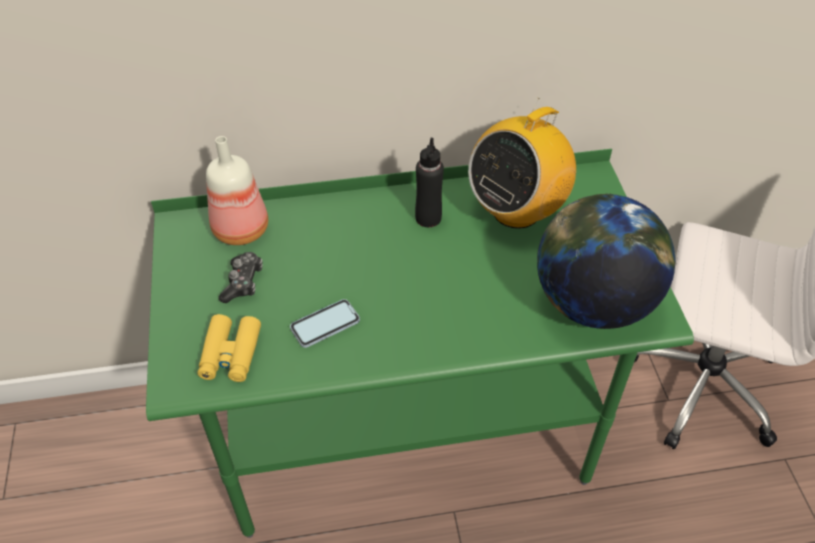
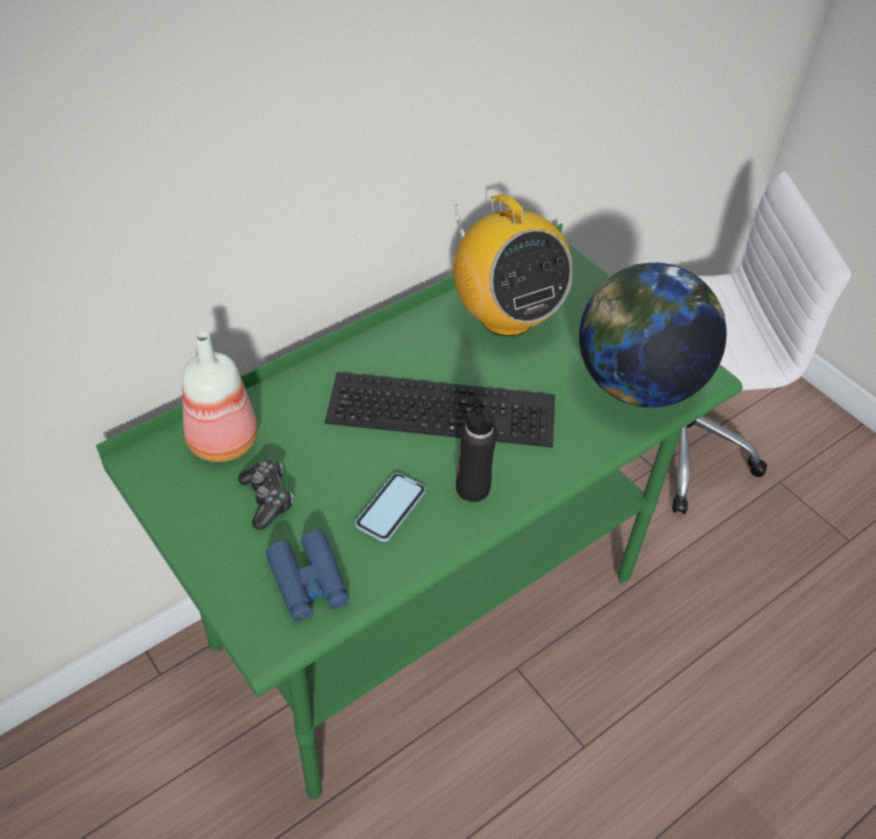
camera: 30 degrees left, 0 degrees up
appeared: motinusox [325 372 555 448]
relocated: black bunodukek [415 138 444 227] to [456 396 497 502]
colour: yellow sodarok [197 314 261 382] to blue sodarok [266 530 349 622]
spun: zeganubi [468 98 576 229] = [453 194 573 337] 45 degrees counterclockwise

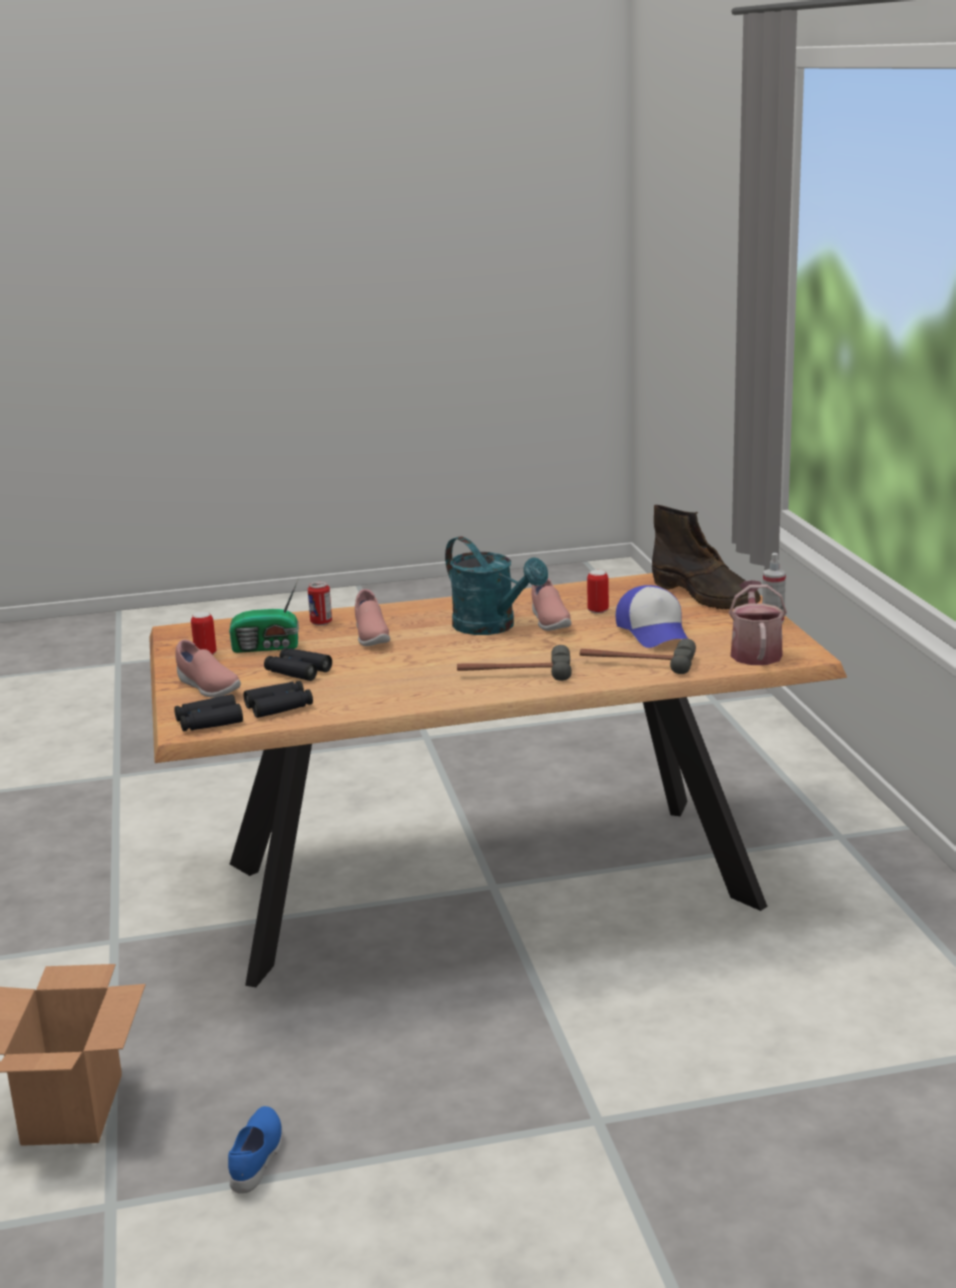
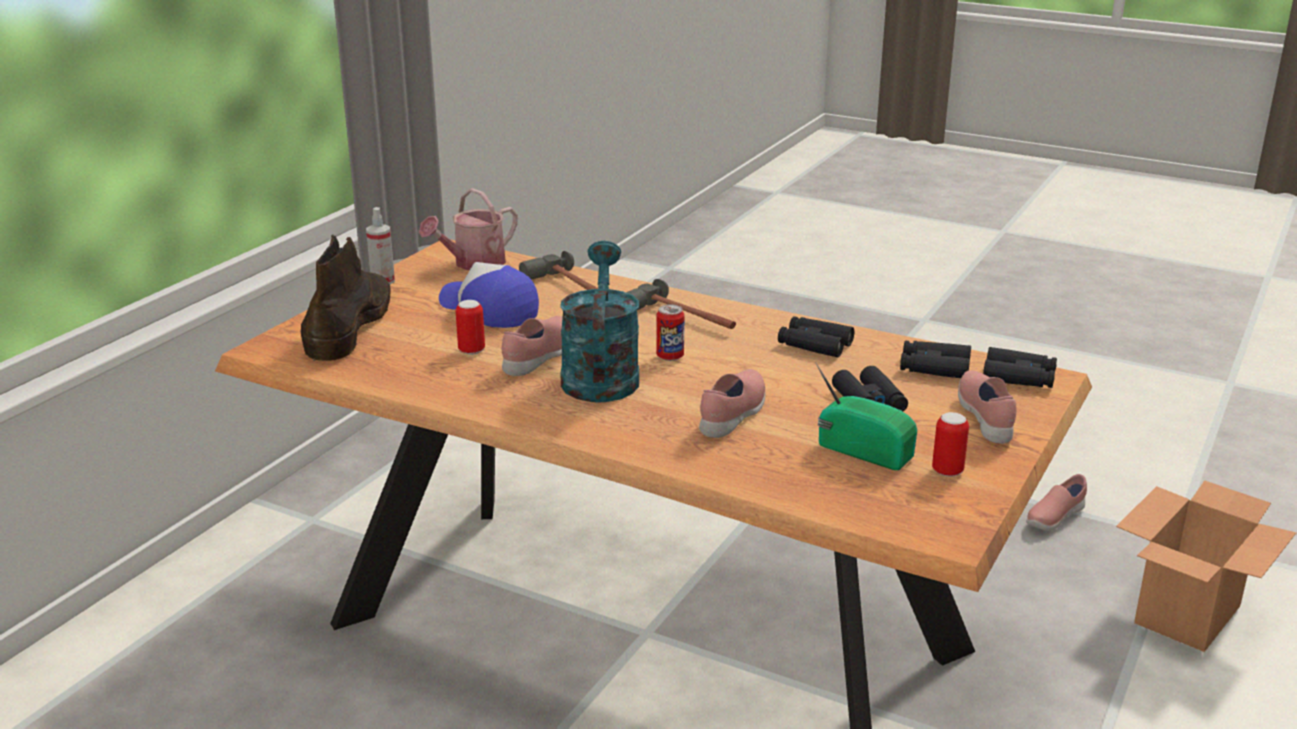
camera: 140 degrees left, 5 degrees up
appeared: black sodarok [778 316 854 357]
relocated: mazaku [308 581 332 626] to [656 305 685 361]
colour: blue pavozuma [228 1106 283 1194] to pink pavozuma [1026 474 1087 531]
spun: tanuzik [616 585 688 648] = [439 262 539 328] 75 degrees counterclockwise

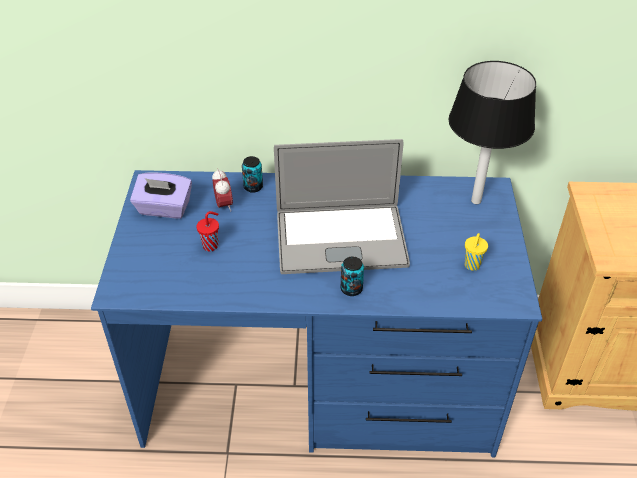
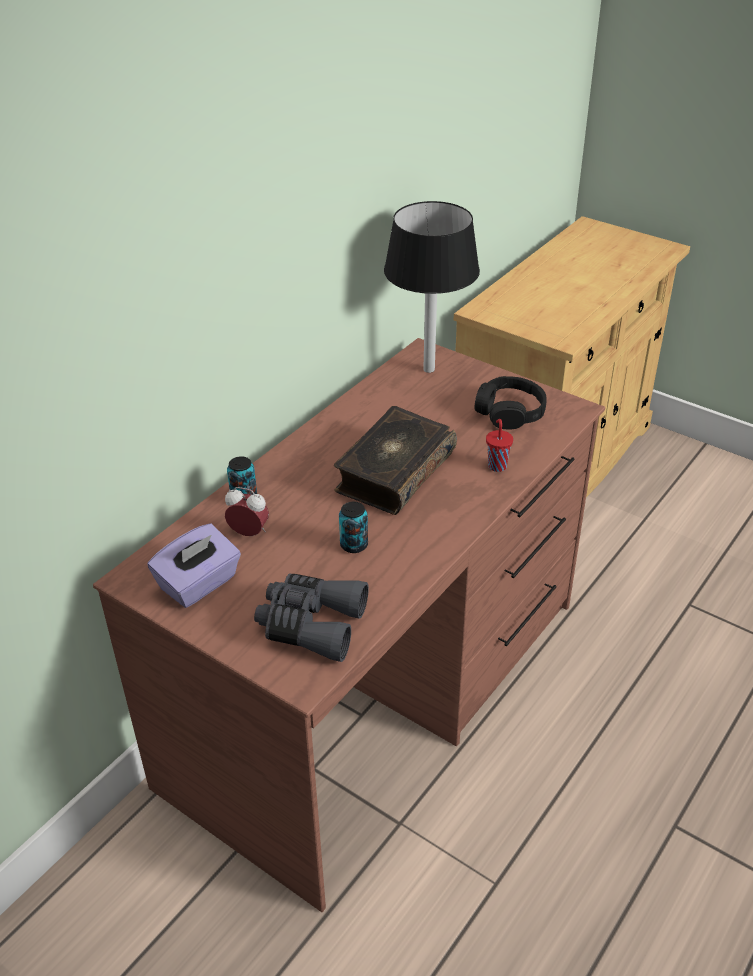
camera: 55 degrees left, 5 degrees down
appeared: grey sodarok [254 573 369 662]
relocated: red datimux [196 211 219 251] to [486 419 513 472]; mazaku [341 256 364 296] to [339 502 368 553]
exchanged: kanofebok [274 139 410 274] to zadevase [334 406 457 515]; yellow datimux [465 233 488 271] to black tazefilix [475 376 547 430]
colour: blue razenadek [91 170 542 457] to brown razenadek [93 338 605 912]

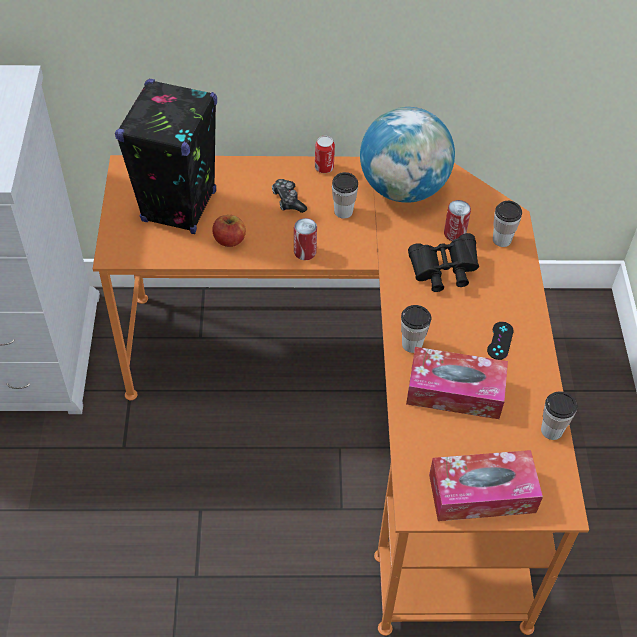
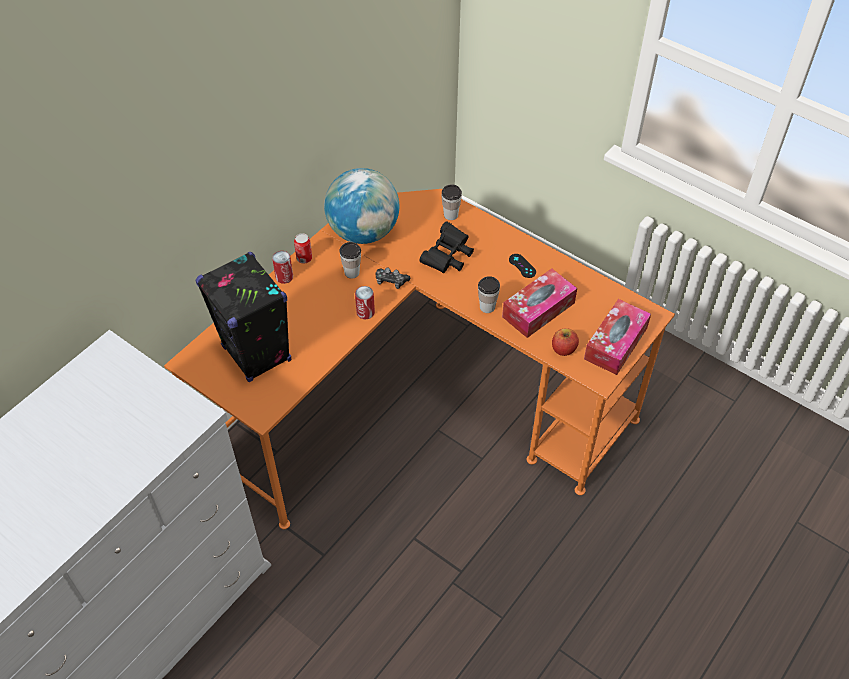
camera: 50 degrees left, 0 degrees up
missing: datimux [541 391 578 440]
relocated: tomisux [212 215 246 247] to [552 328 579 356]; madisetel [272 179 307 213] to [376 268 410 289]; mazaku [444 200 471 241] to [272 251 293 284]

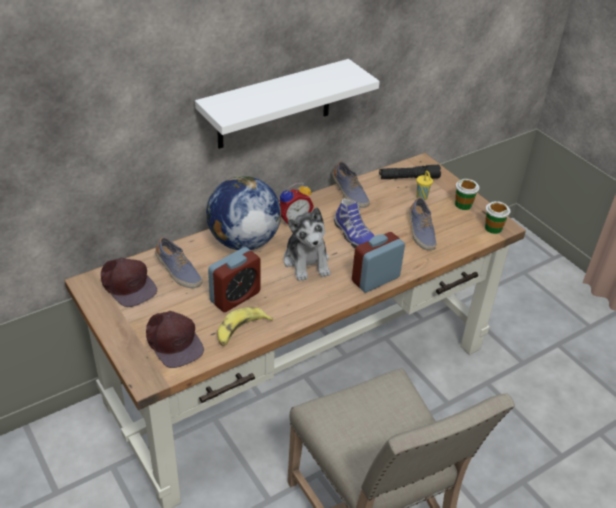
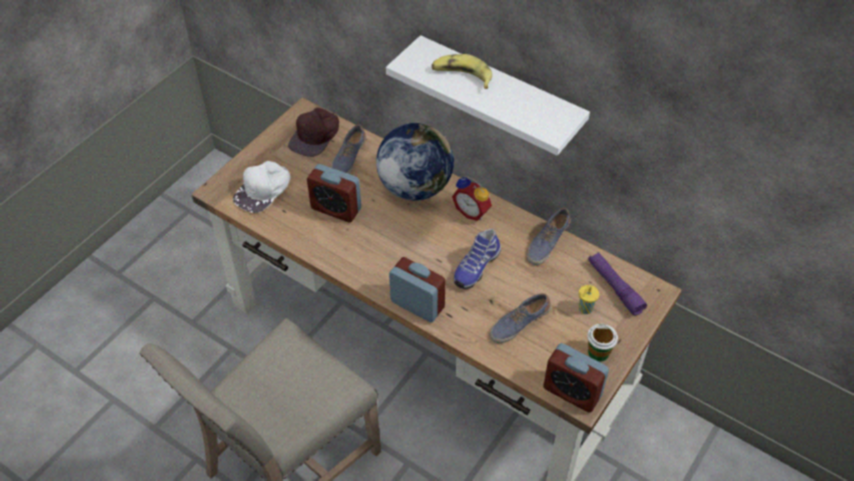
camera: 70 degrees right, 10 degrees up
missing: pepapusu [283 207 330 281]
relocated: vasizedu [217 307 273 346] to [432 54 492 89]
exchanged: datimux [485 201 510 234] to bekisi [543 343 609 413]
colour: brown tanuzik [146 311 204 368] to white tanuzik [233 161 291 213]; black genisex [379 165 441 179] to purple genisex [588 252 647 316]

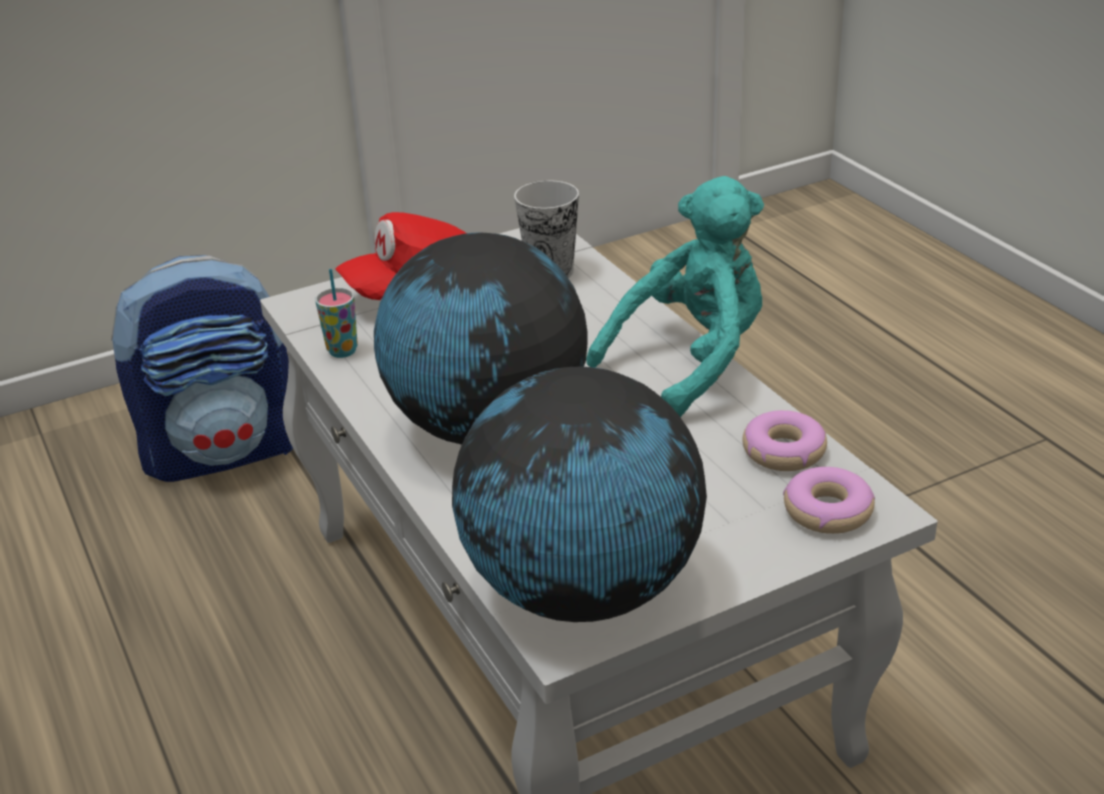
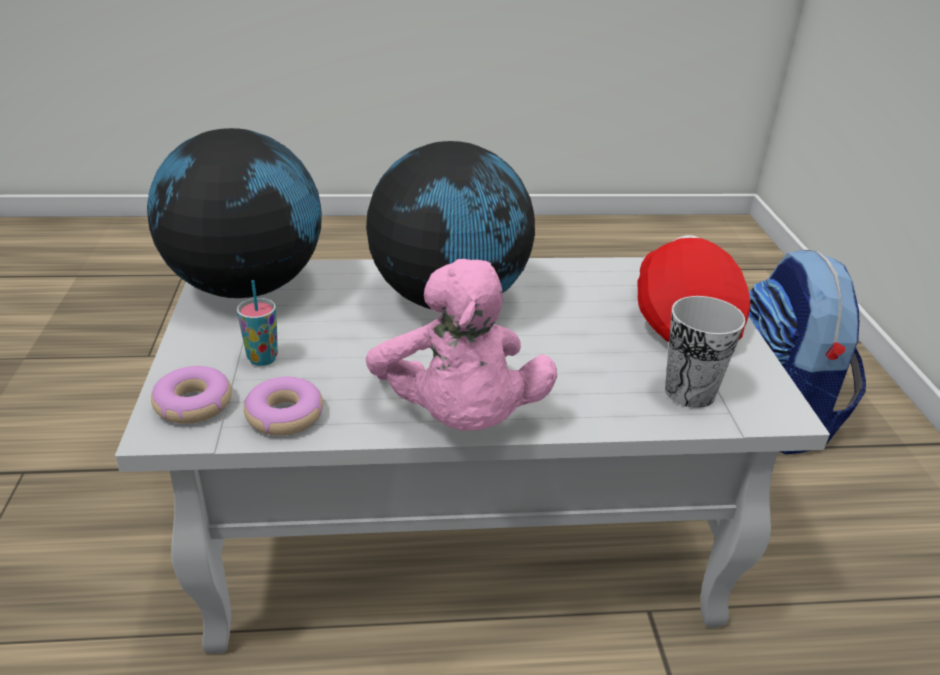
camera: 110 degrees right, 0 degrees up
relocated: datimux [315 269 358 358] to [237 280 278 366]
colour: turquoise pepapusu [586 176 764 417] to pink pepapusu [366 259 557 431]

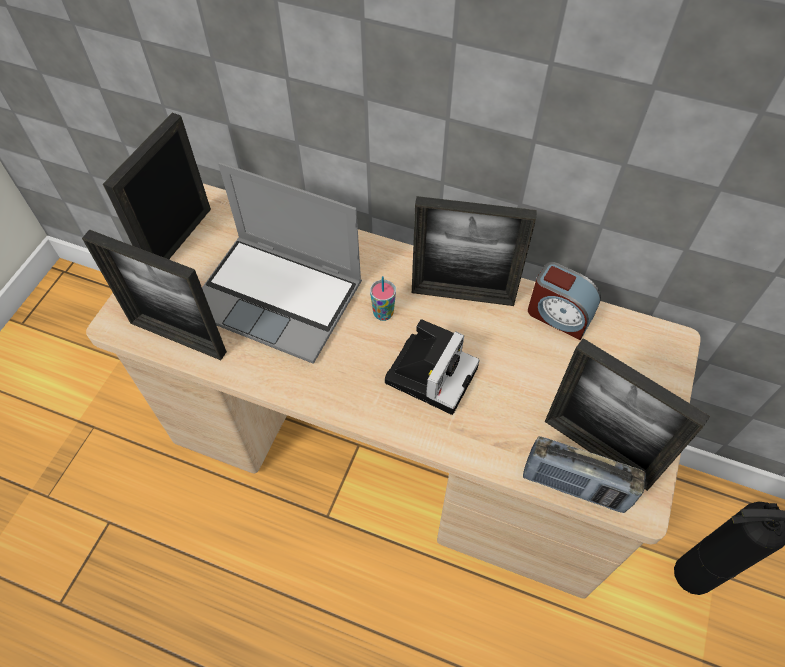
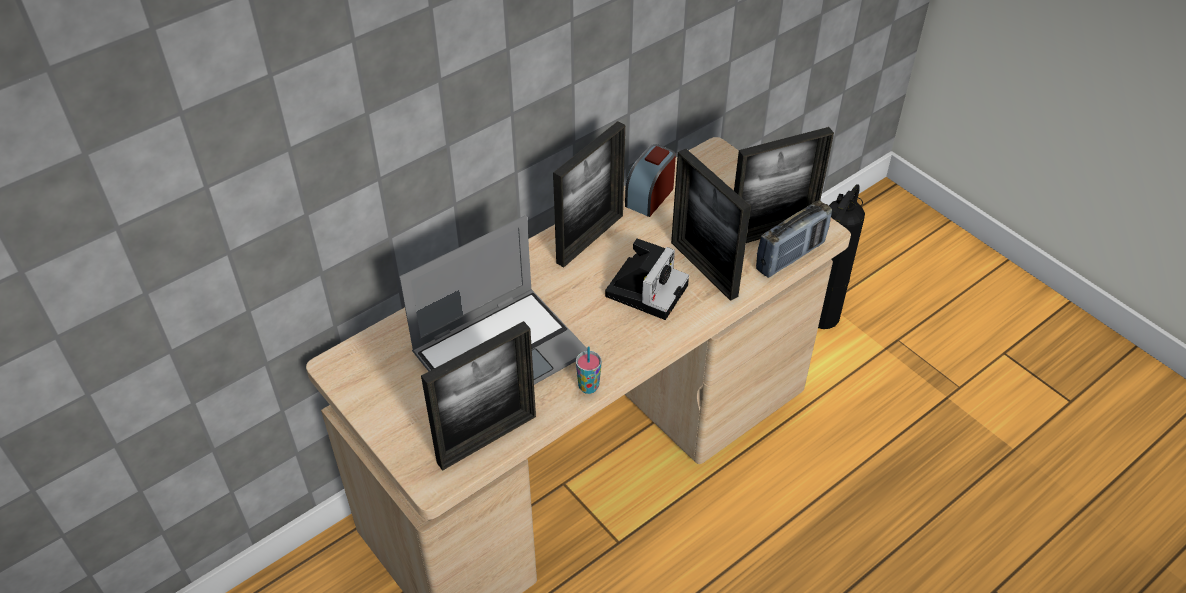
camera: 60 degrees left, 10 degrees down
relocated: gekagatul [103 113 211 259] to [671 149 751 301]; datimux [370 276 396 321] to [576 346 602 394]
spun: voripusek [385 319 480 415] = [605 238 689 320] 60 degrees clockwise; bekisi [528 262 601 340] = [625 144 676 217] 150 degrees clockwise

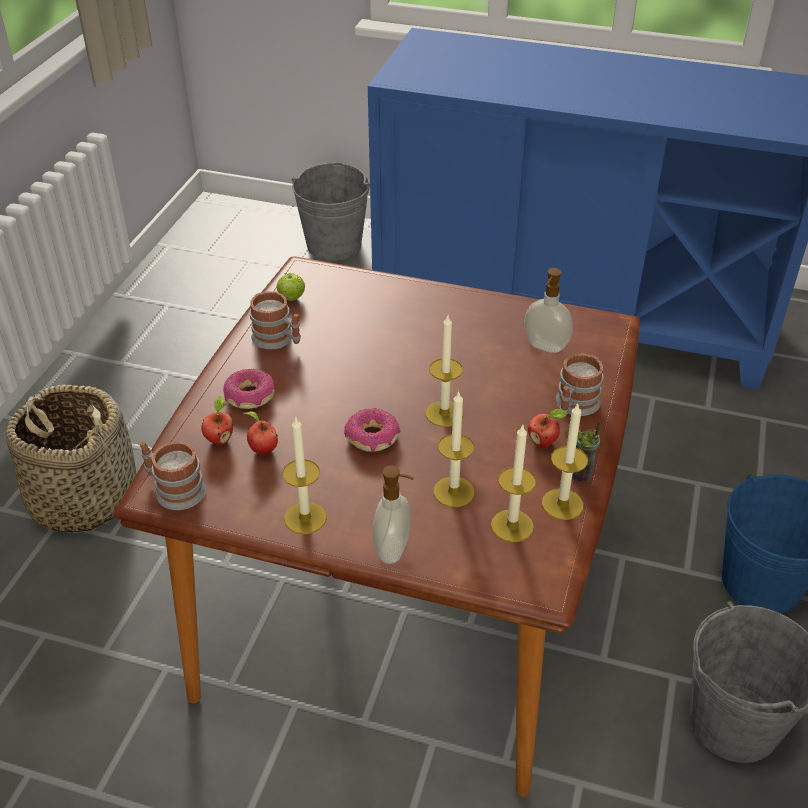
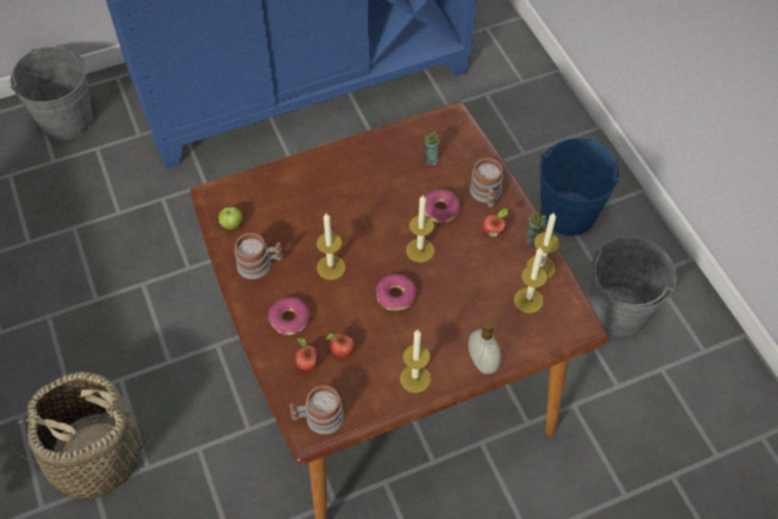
camera: 40 degrees left, 15 degrees up
appeared: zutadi [425 189 460 223]
relocated: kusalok [434 391 474 507] to [316 212 346 280]
exchanged: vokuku [524 268 573 353] to datimux [424 131 440 166]

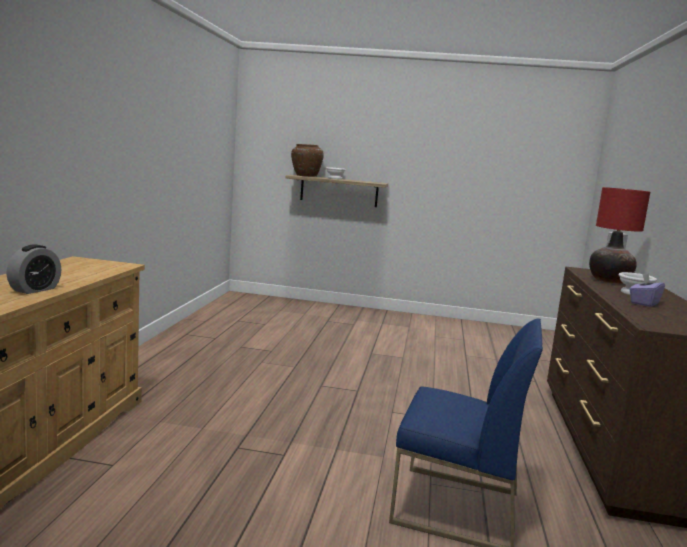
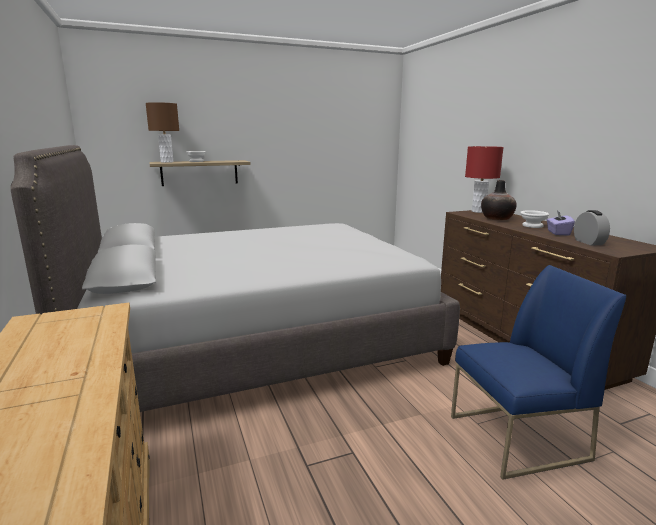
camera: 30 degrees left, 5 degrees up
appeared: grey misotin [10 145 460 412]
relocated: bekisi [6 244 61 294] to [574 210 610 245]
exchanged: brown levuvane [291 144 324 177] to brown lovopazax [146 102 179 163]

